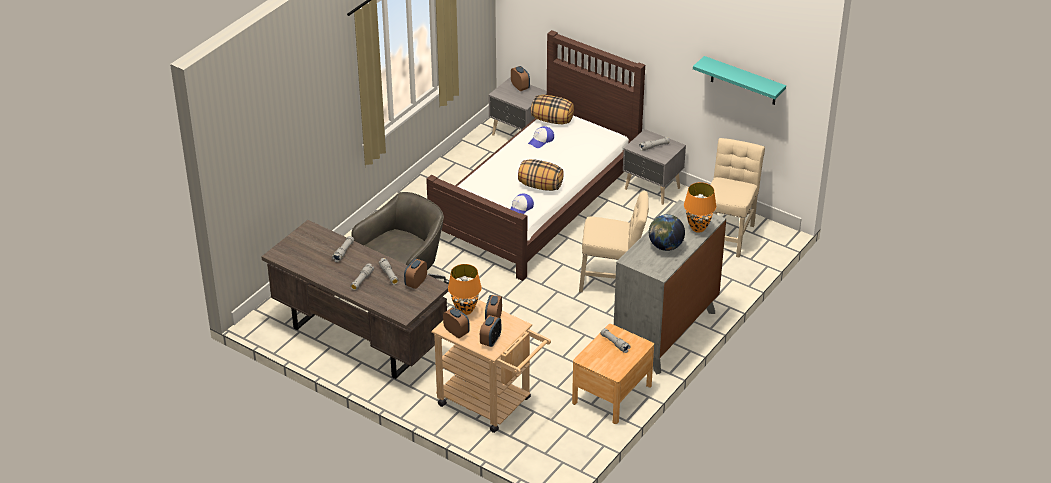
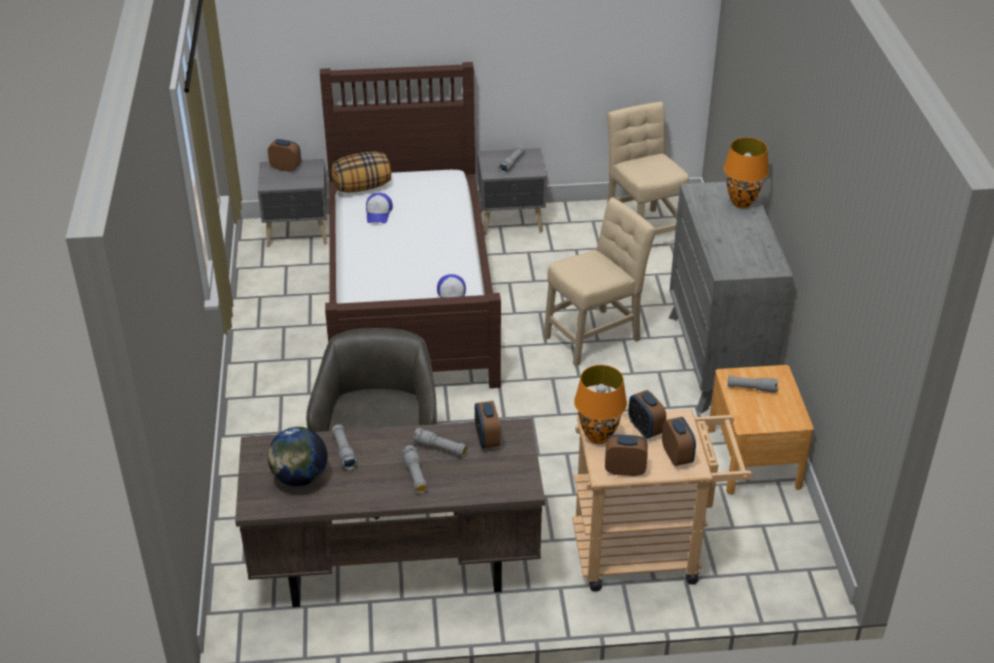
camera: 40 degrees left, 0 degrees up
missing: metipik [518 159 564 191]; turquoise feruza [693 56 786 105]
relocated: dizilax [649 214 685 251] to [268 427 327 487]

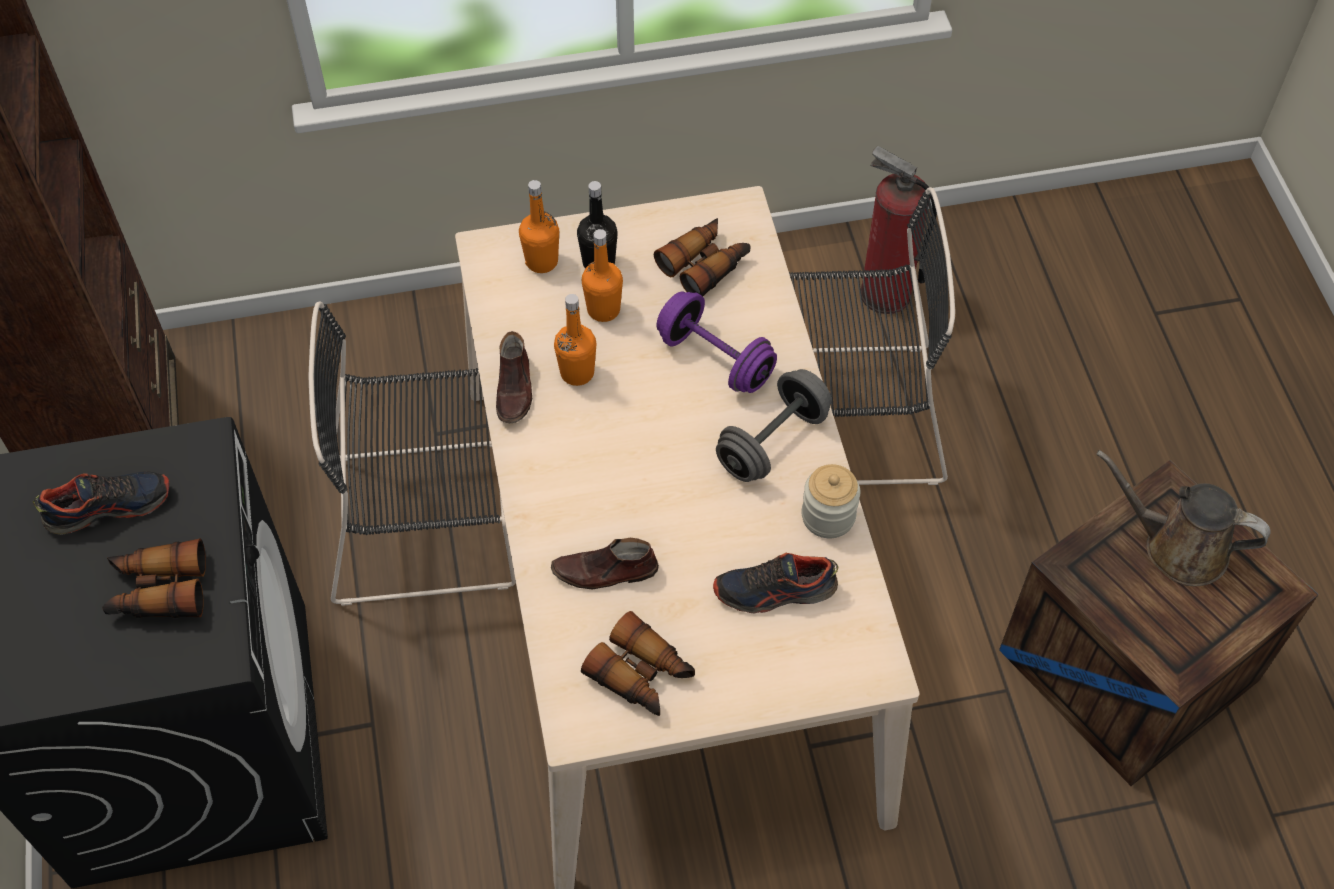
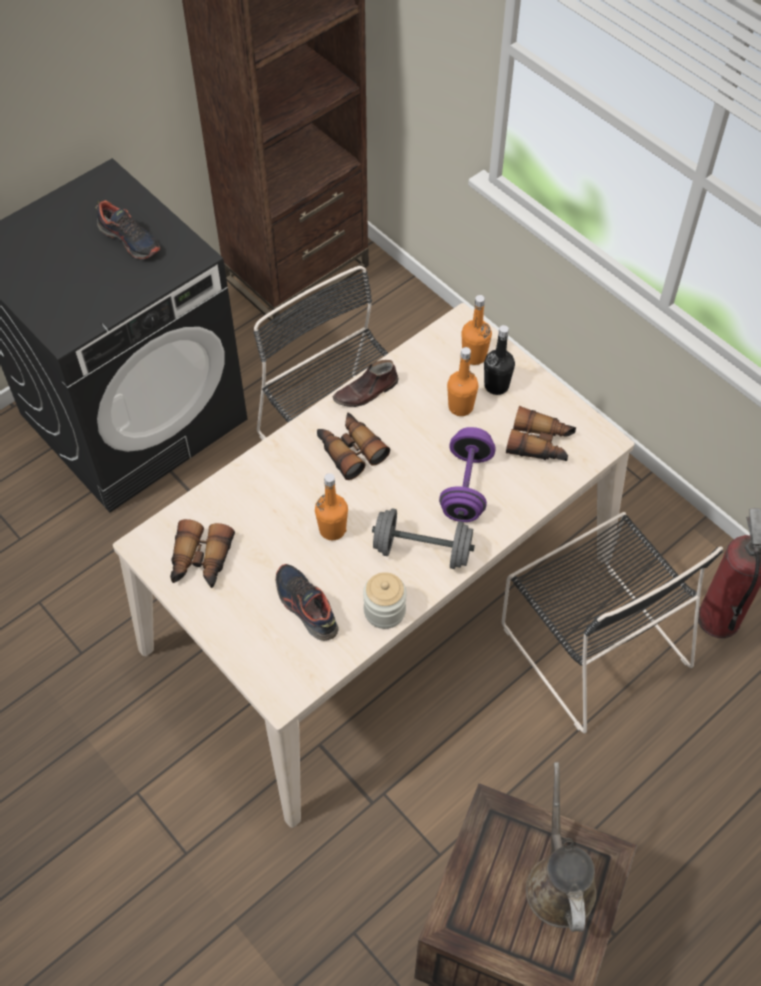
camera: 60 degrees right, 0 degrees up
missing: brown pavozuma [551 538 659 589]
relocated: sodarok [102 539 206 618] to [317 412 390 480]; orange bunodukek [554 294 596 386] to [315 473 348 540]

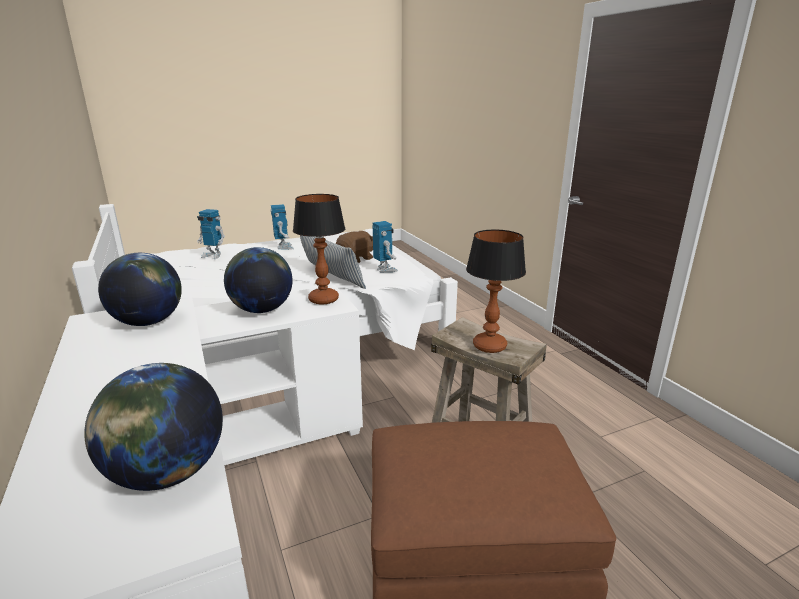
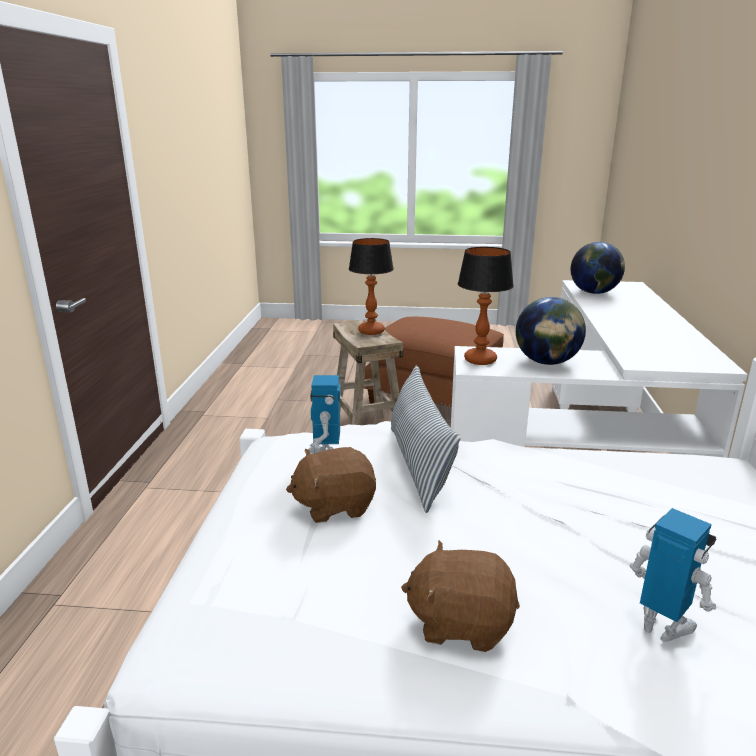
camera: 150 degrees left, 0 degrees up
missing: dizilax [98 253 182 326]
exchanged: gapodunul [271 204 294 250] to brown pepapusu [401 540 520 652]

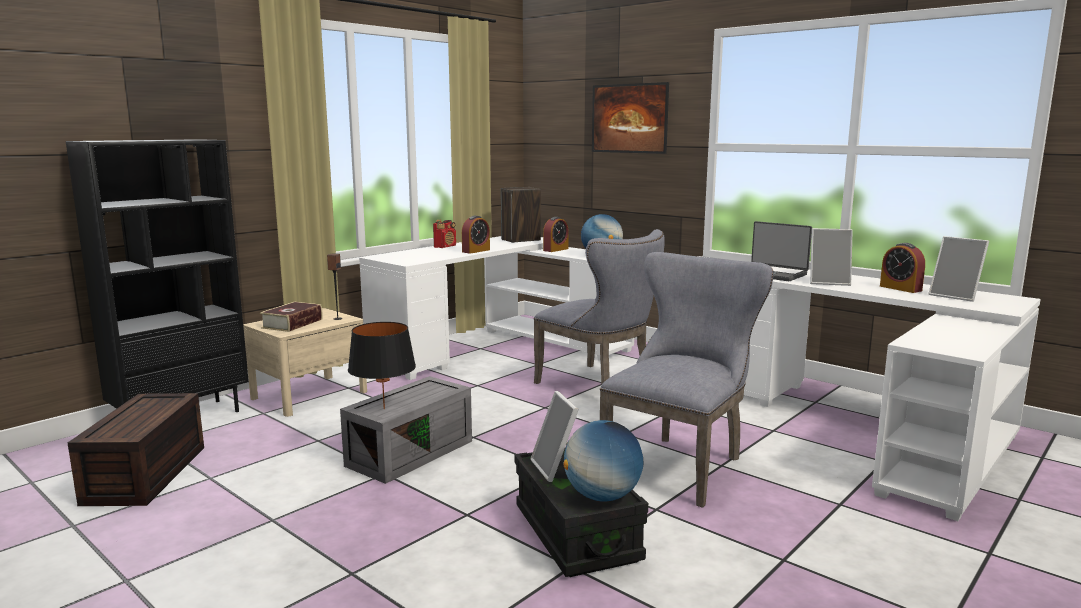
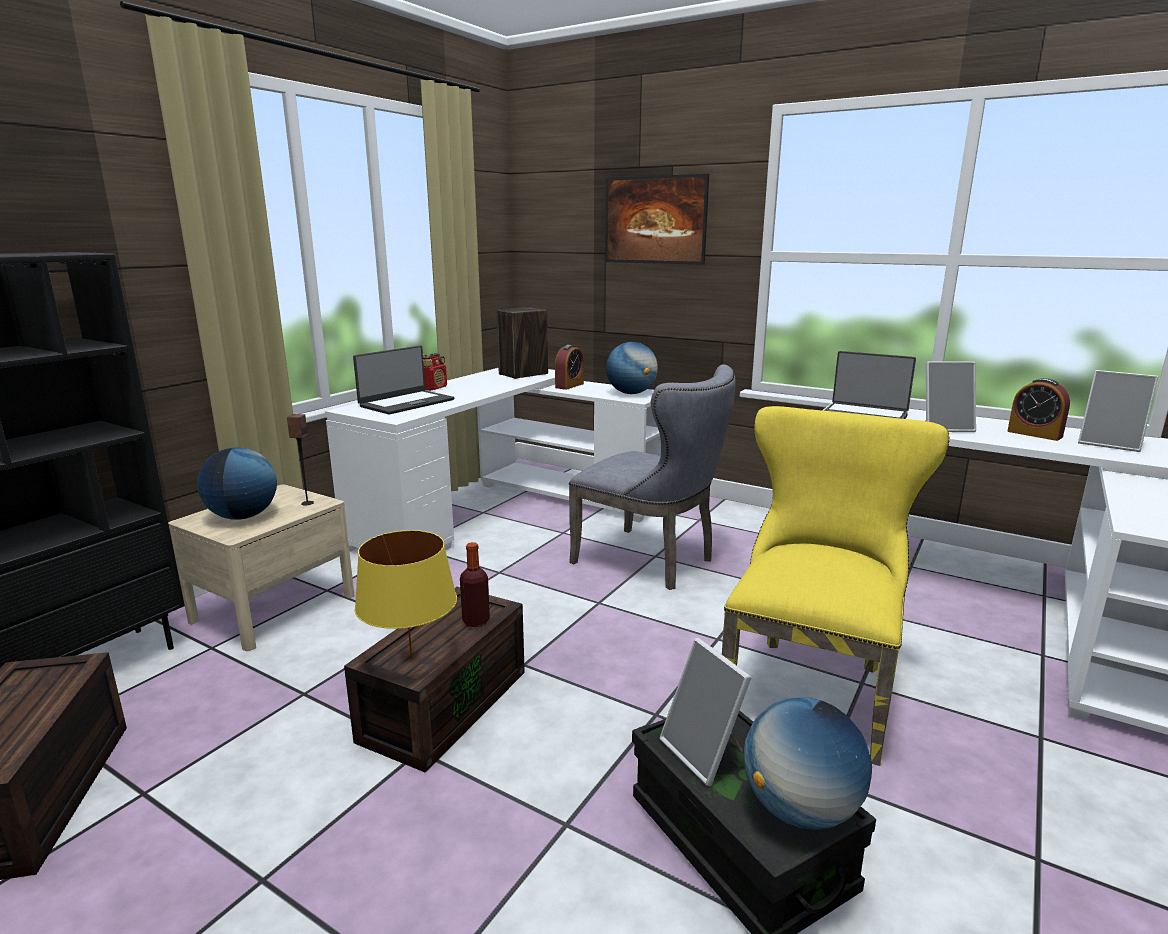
camera: 10 degrees left, 5 degrees up
missing: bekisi [462 216 490 254]
appeared: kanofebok [353 346 454 414]; bunodukek [460 542 490 627]
exchanged: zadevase [260 302 323 332] to dizilax [197 447 277 520]
colour: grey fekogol [340 376 472 484] to brown fekogol [344 587 525 772]; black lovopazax [348 322 416 409] to yellow lovopazax [355 530 457 660]; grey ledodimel [600 252 773 508] to yellow ledodimel [722 406 950 766]

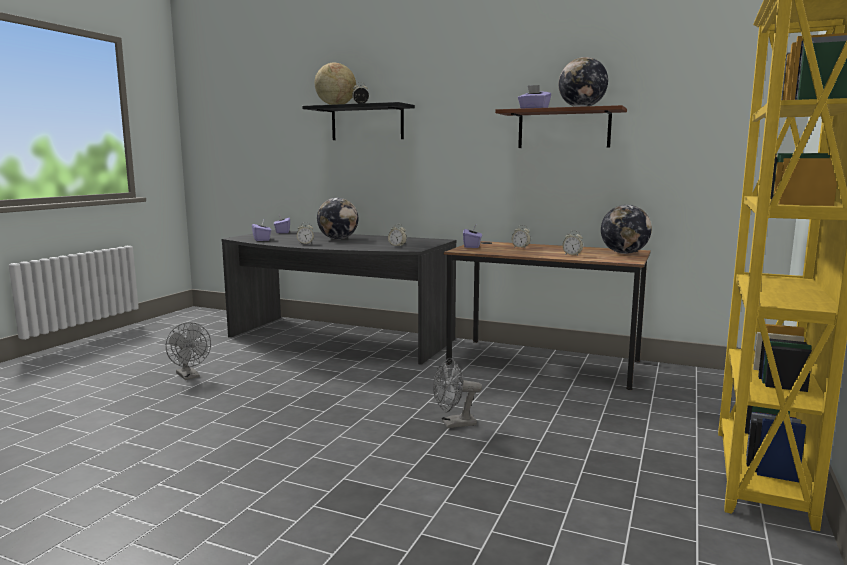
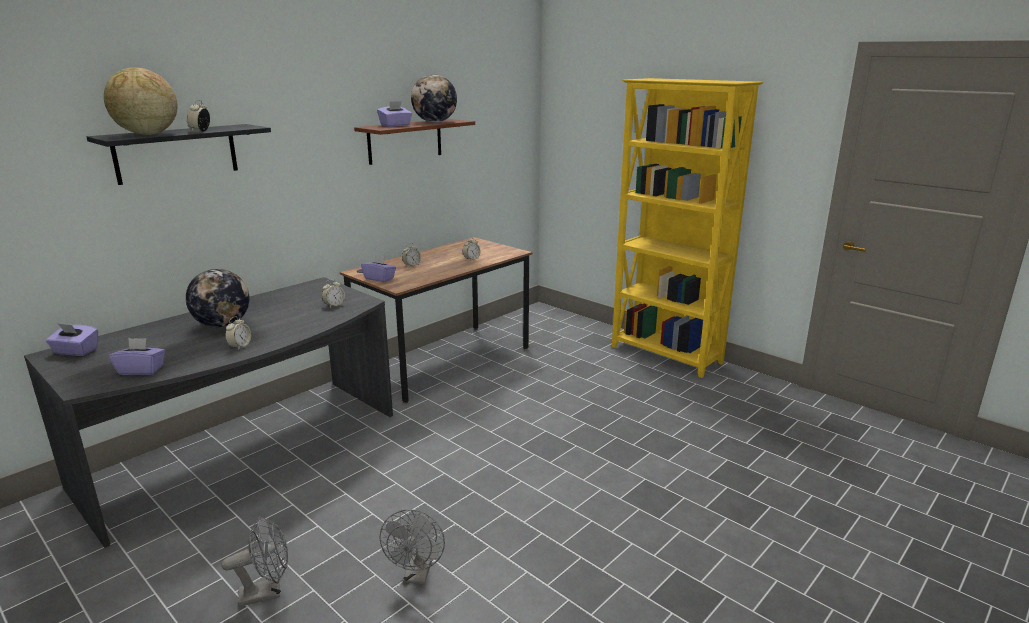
camera: 70 degrees left, 10 degrees up
missing: dizilax [601 205 652 254]
relocated: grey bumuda [433 358 482 428] to [379 509 445 584]

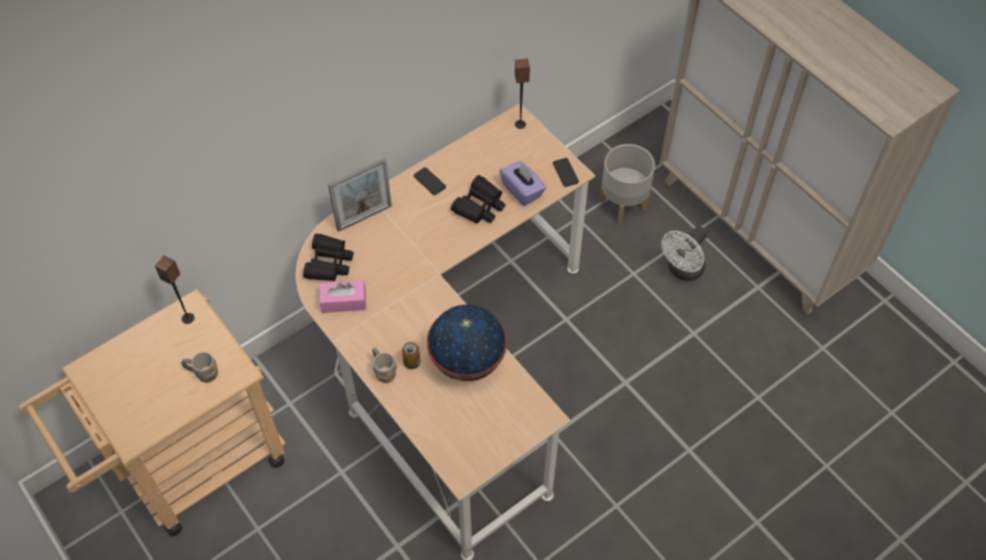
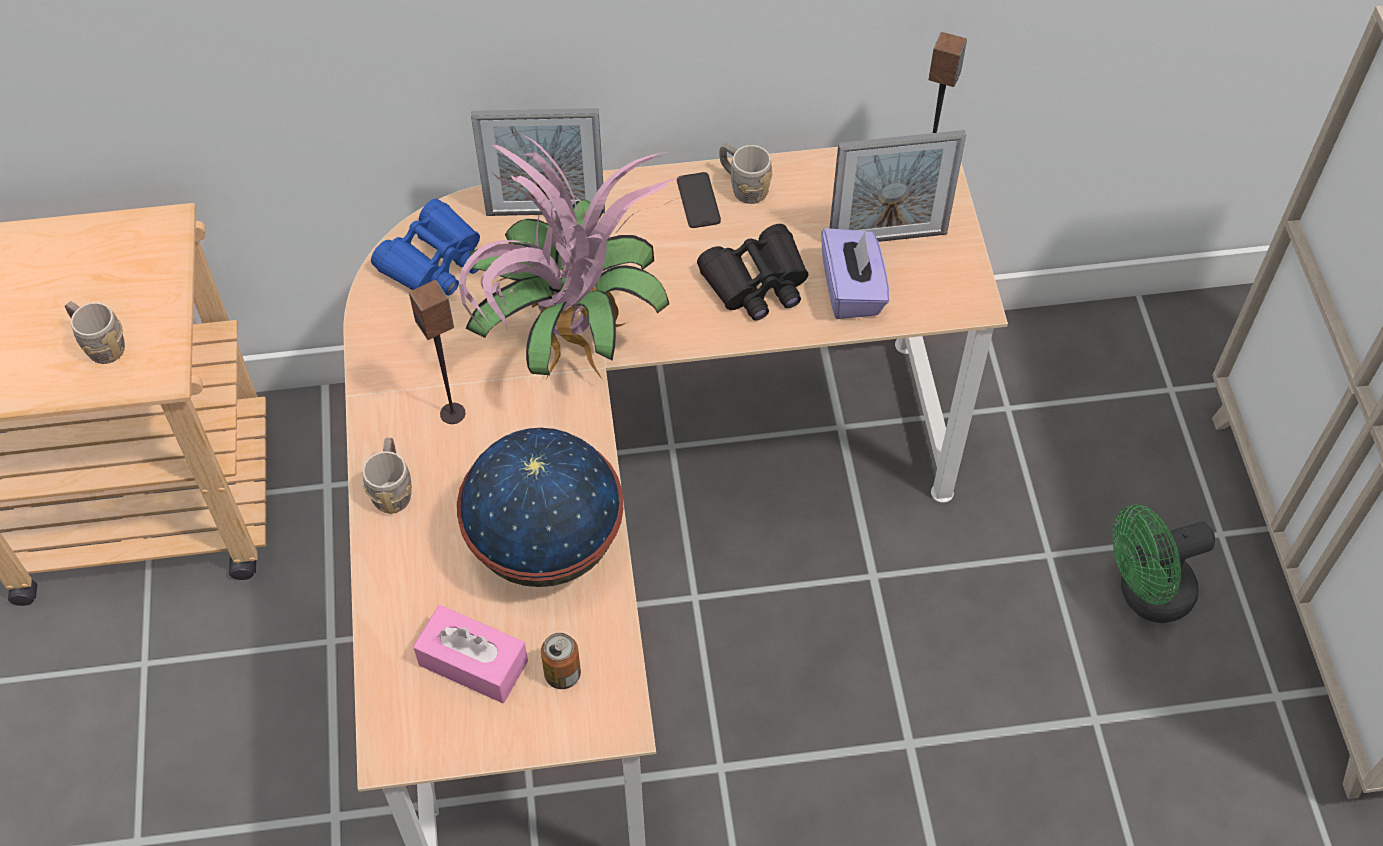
camera: 30 degrees right, 0 degrees up
missing: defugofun [553 158 579 187]; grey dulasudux [599 144 655 224]
appeared: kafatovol [459 134 682 379]; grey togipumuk [719 144 772 204]; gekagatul [829 130 966 242]
relocated: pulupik [155 255 195 324] to [409 280 466 424]; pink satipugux [319 280 366 313] to [413 605 528 703]; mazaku [402 342 420 369] to [541 633 581 689]
colour: black sodarok [303 234 353 281] to blue sodarok [371 199 480 296]; white bumuda [661 226 707 281] to green bumuda [1113 505 1215 623]

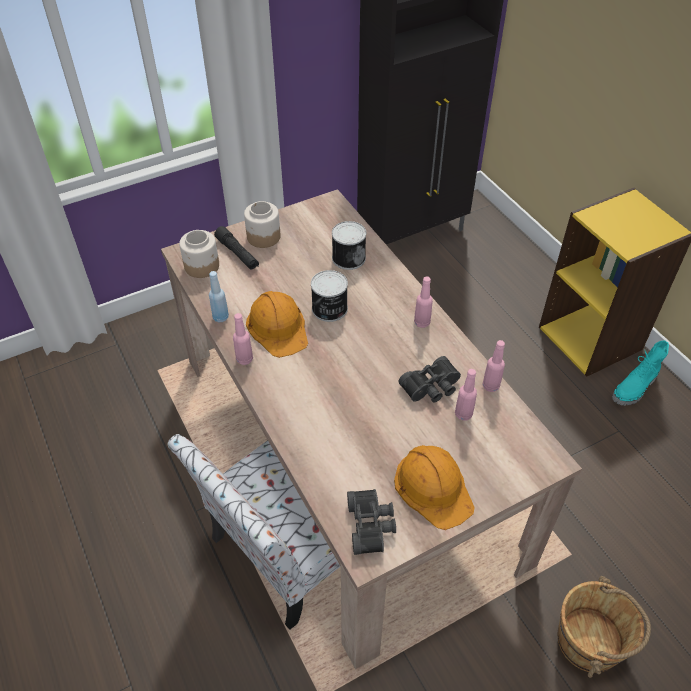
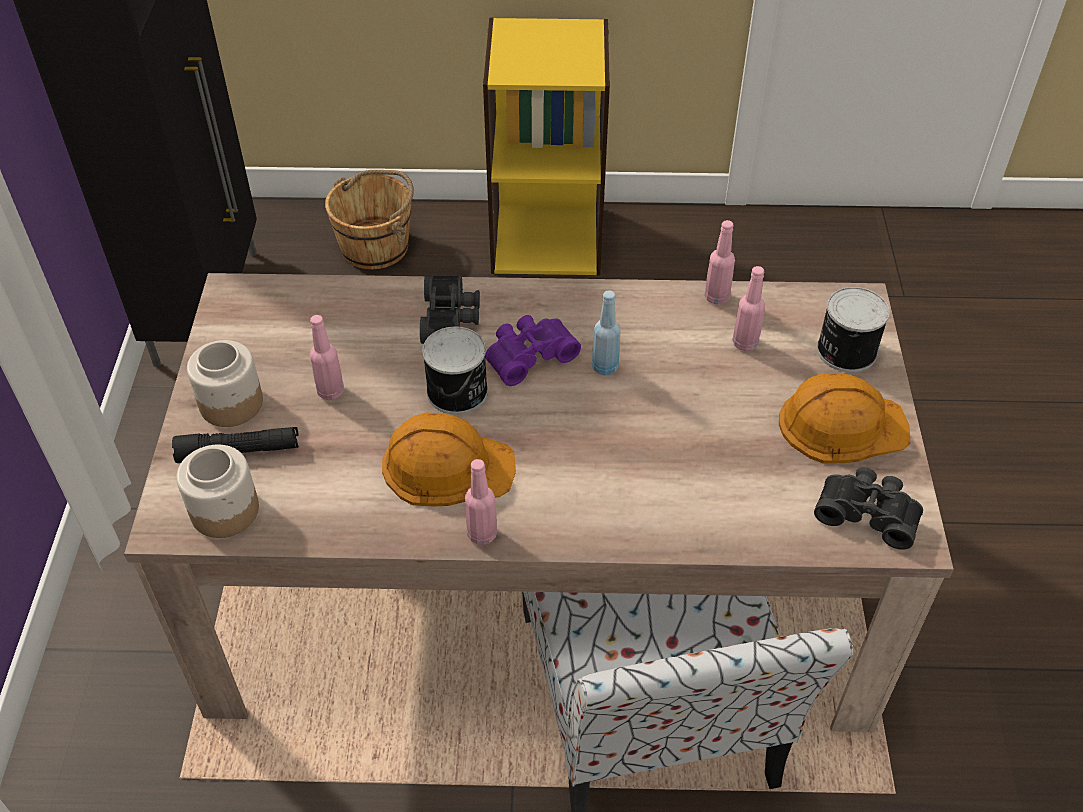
camera: 60 degrees left, 0 degrees up
missing: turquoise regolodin [612 341 669 406]
appeared: purple sodarok [485 315 581 386]
relocated: blue bunodukek [209 271 229 322] to [592 290 621 375]; mazaku [332 221 366 270] to [817 287 890 372]; black sodarok [398 356 461 403] to [420 275 480 344]; pink bunodukek [414 276 433 328] to [310 315 344 400]; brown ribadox [558 576 651 678] to [325 170 414 269]

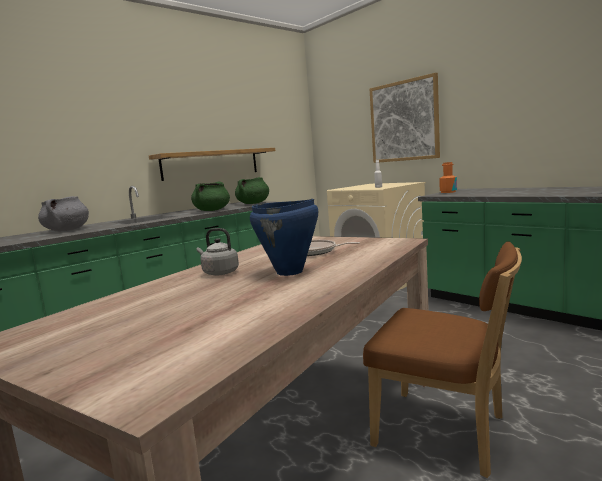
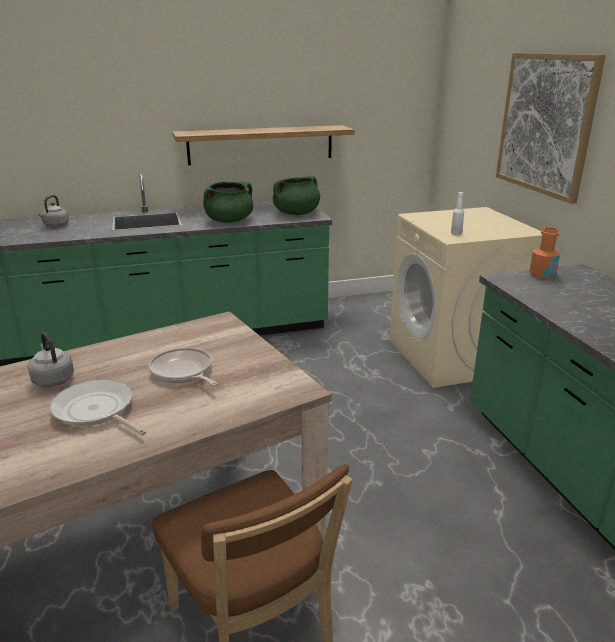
camera: 25 degrees right, 15 degrees up
exchanged: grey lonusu [38 196 89 231] to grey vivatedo [38 195 69 227]; blue lonusu [250 199 318 276] to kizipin [50 379 146 435]

